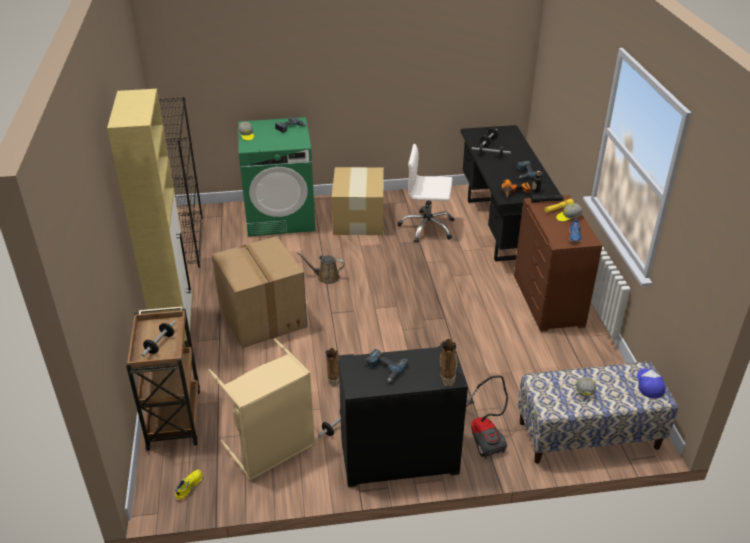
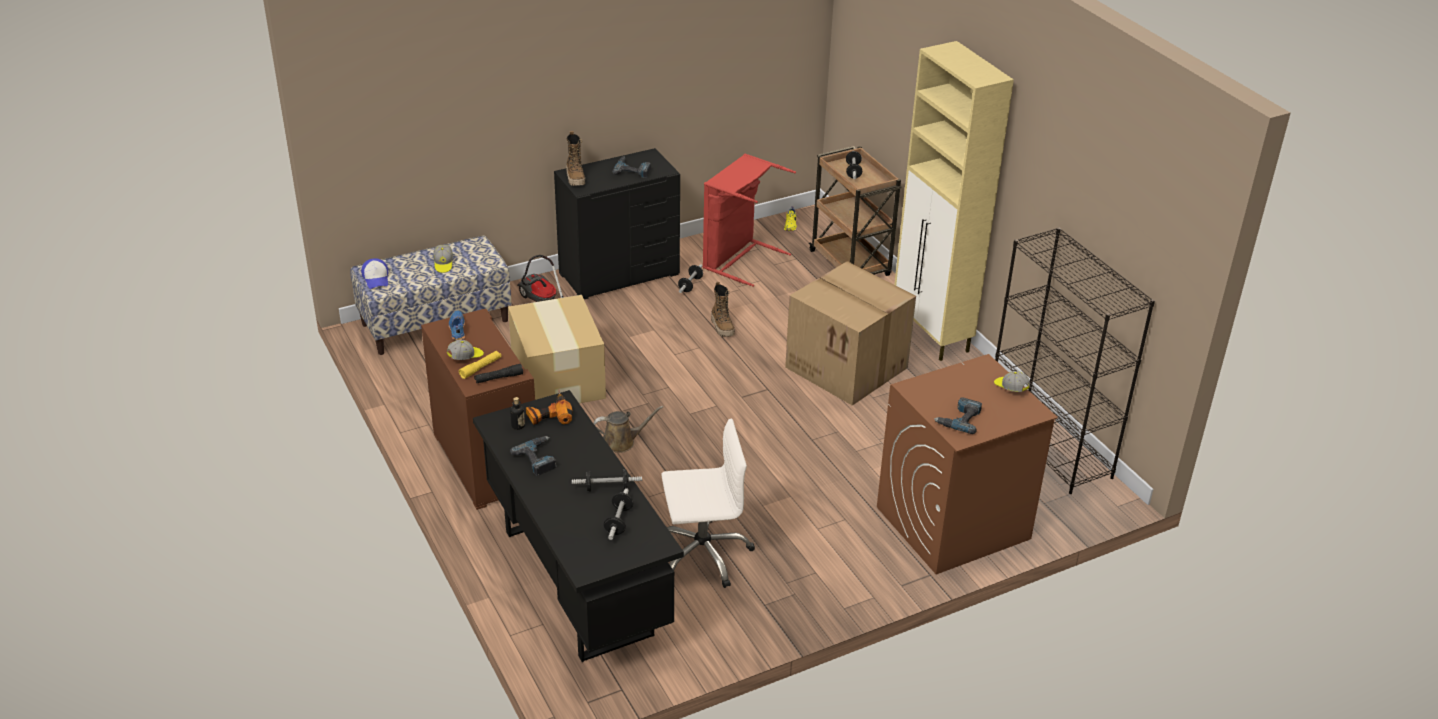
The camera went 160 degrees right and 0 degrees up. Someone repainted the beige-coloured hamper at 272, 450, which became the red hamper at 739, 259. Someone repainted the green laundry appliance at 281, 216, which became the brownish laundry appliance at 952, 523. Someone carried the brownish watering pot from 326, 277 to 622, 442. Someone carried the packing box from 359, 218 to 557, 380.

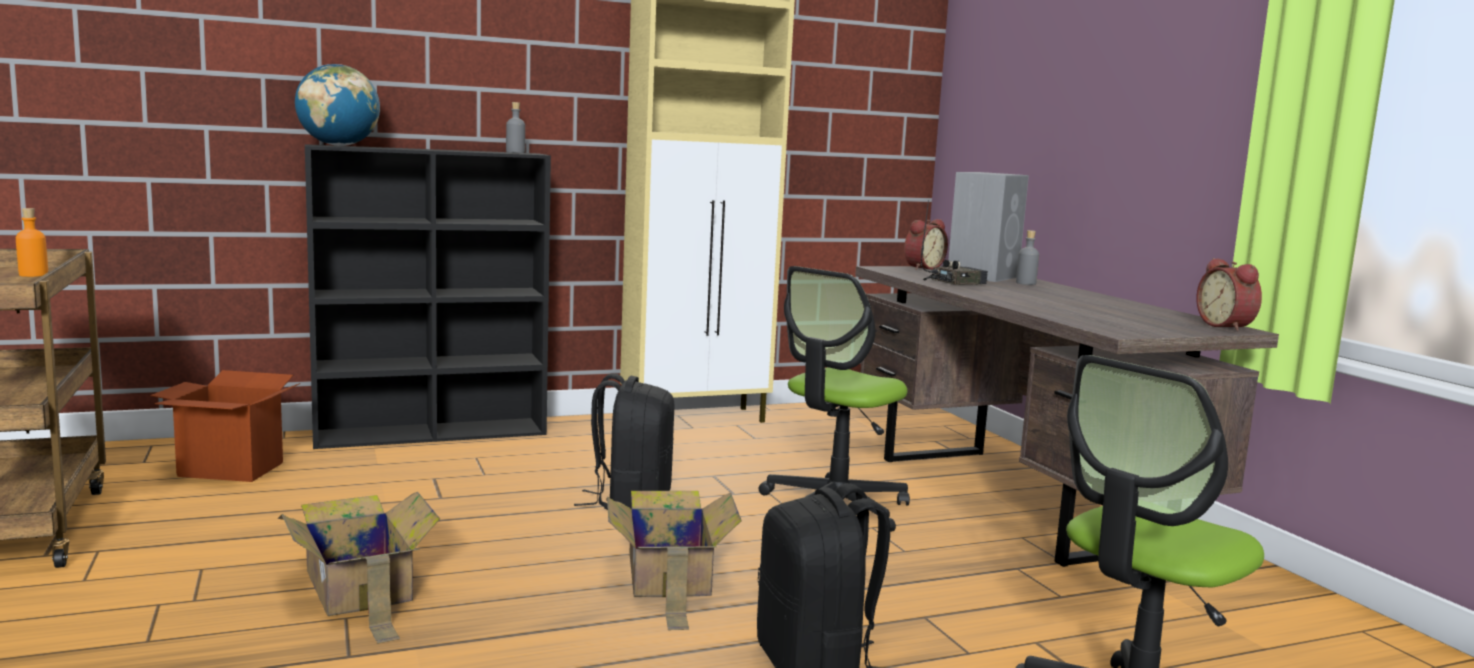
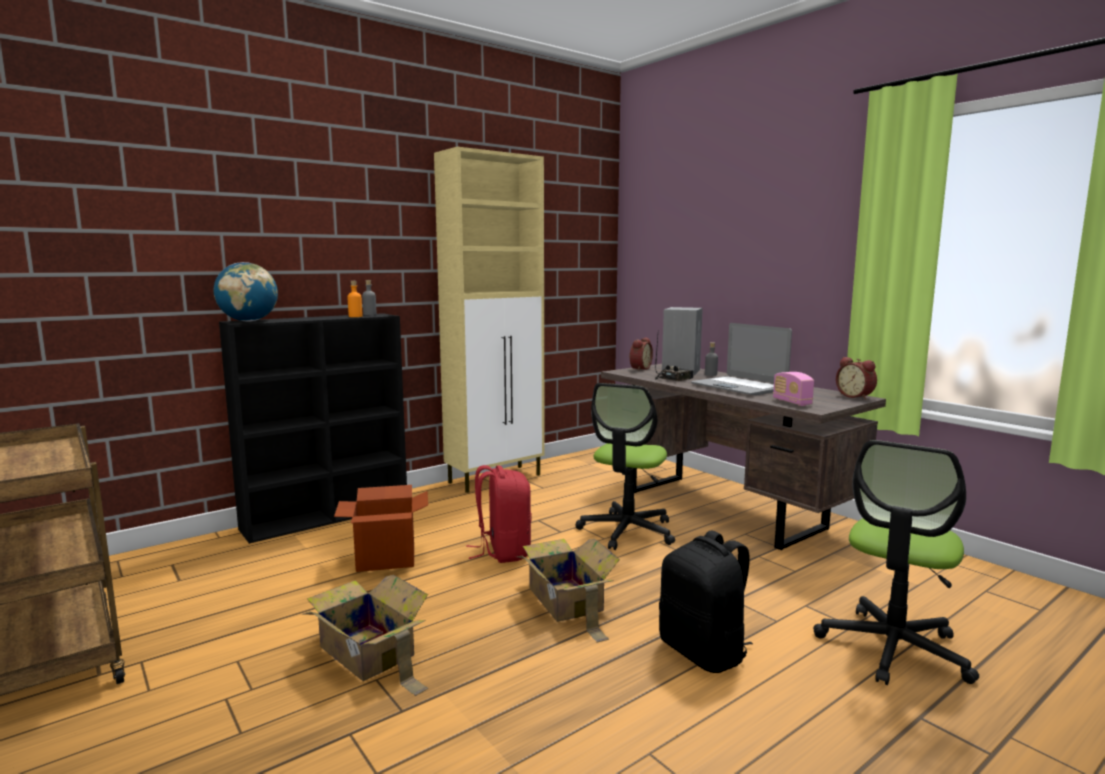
The camera went 15 degrees left and 0 degrees up. Someone carried the orange-coloured drink bottle from 33, 275 to 355, 316. Someone carried the packing box from 230, 469 to 385, 559. Someone repainted the blackish backpack at 630, 505, which became the red backpack at 503, 551. Someone put down the notebook computer at 739, 387. Someone put down the radio receiver at 792, 402.

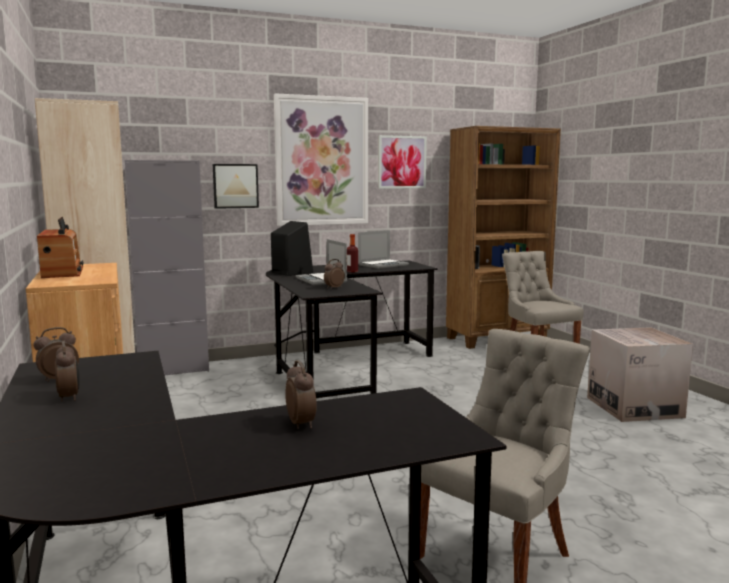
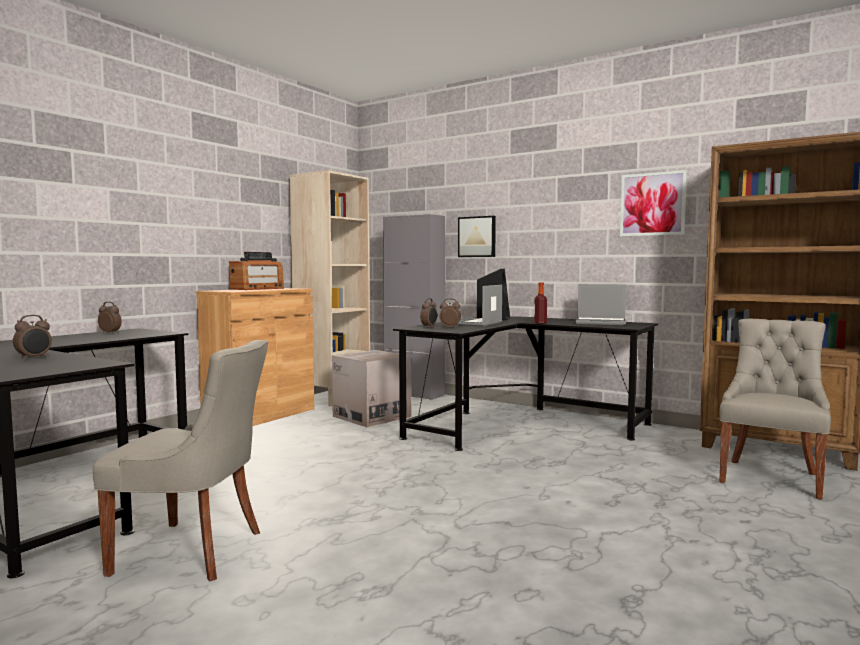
The camera went 55 degrees right and 5 degrees down. Someone carried the alarm clock from 69, 397 to 429, 327. Someone took away the picture at 322, 161. Someone carried the packing box from 634, 407 to 371, 416.

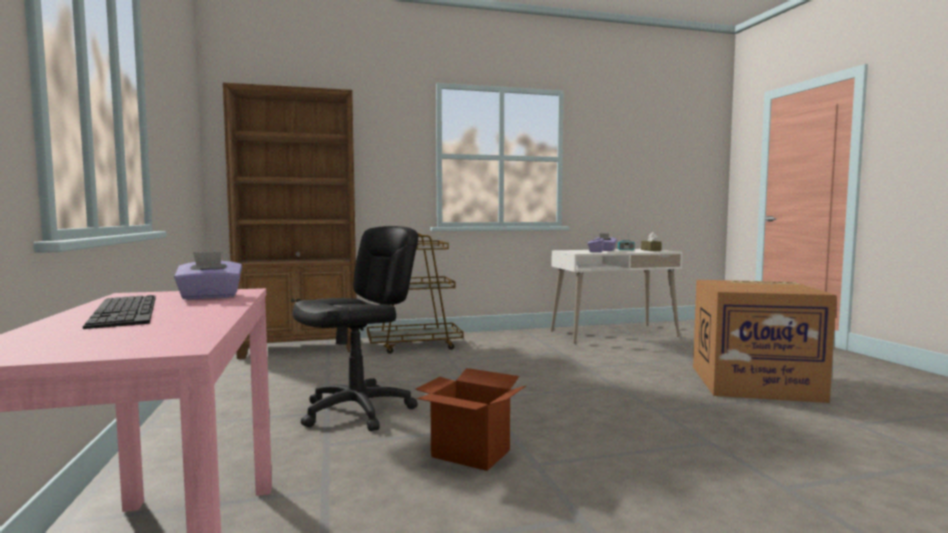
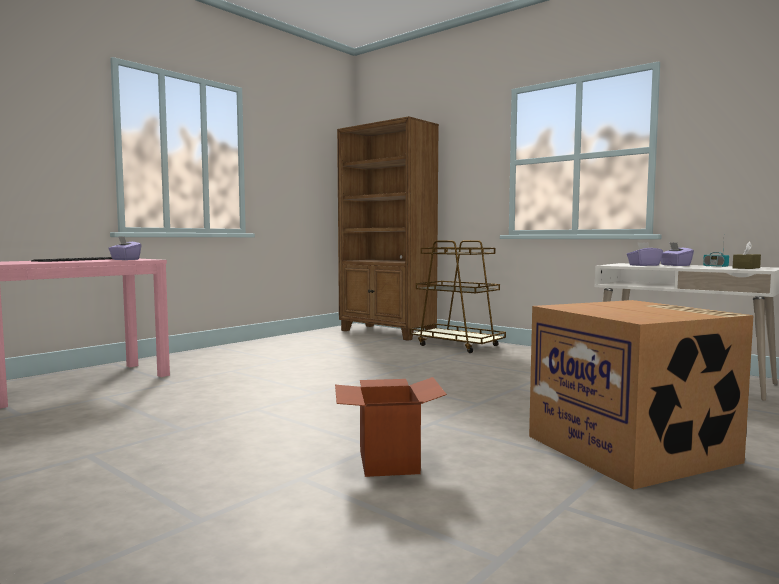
The camera went 55 degrees right and 0 degrees up. Someone took away the blackish desk chair at 357, 411. Someone carried the packing box from 470, 454 to 388, 461.

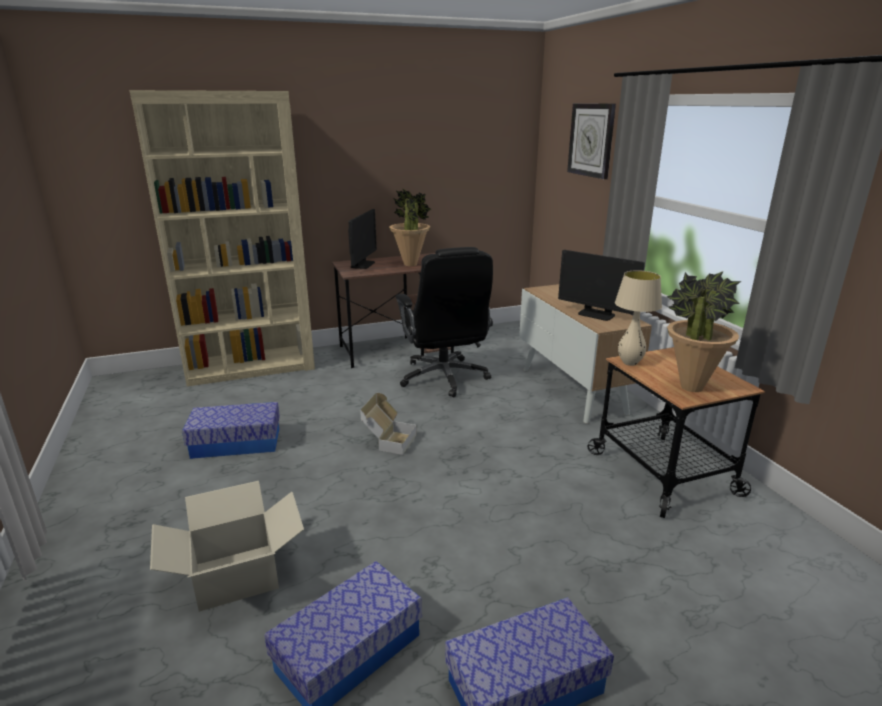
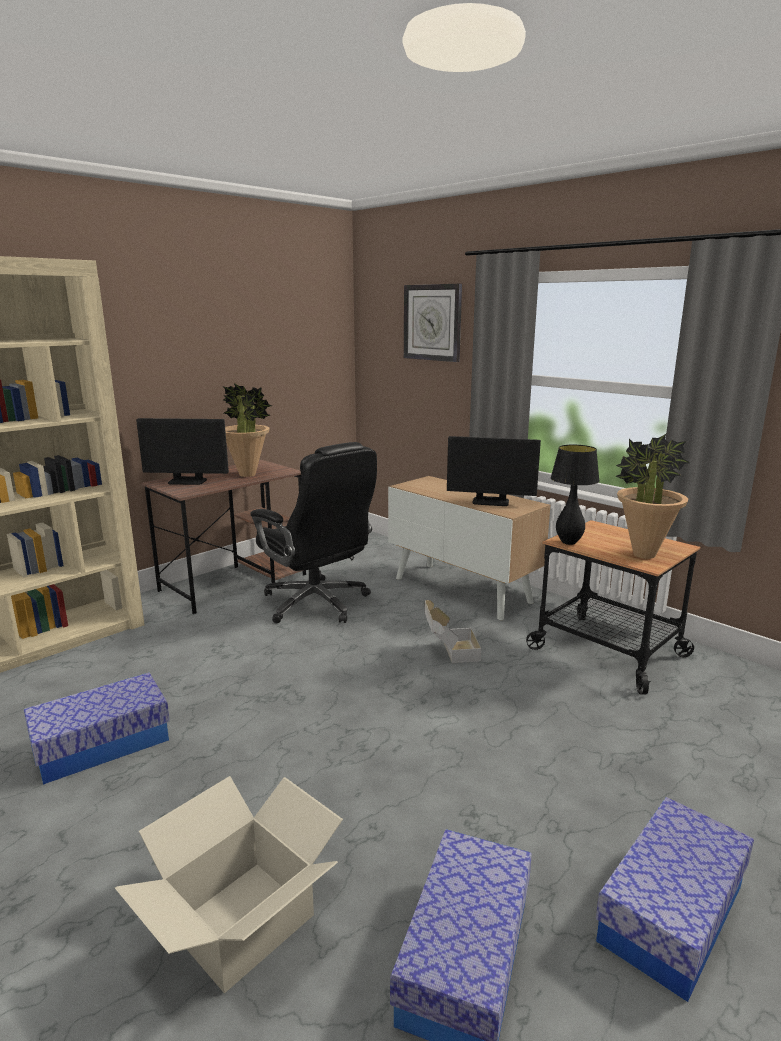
The camera went 25 degrees left and 5 degrees down. Someone rotated the computer display at 362, 265 by 105 degrees clockwise. Someone carried the packing box from 388, 441 to 449, 652. Someone repainted the beige-coloured table lamp at 629, 363, which became the blackish table lamp at 568, 542.

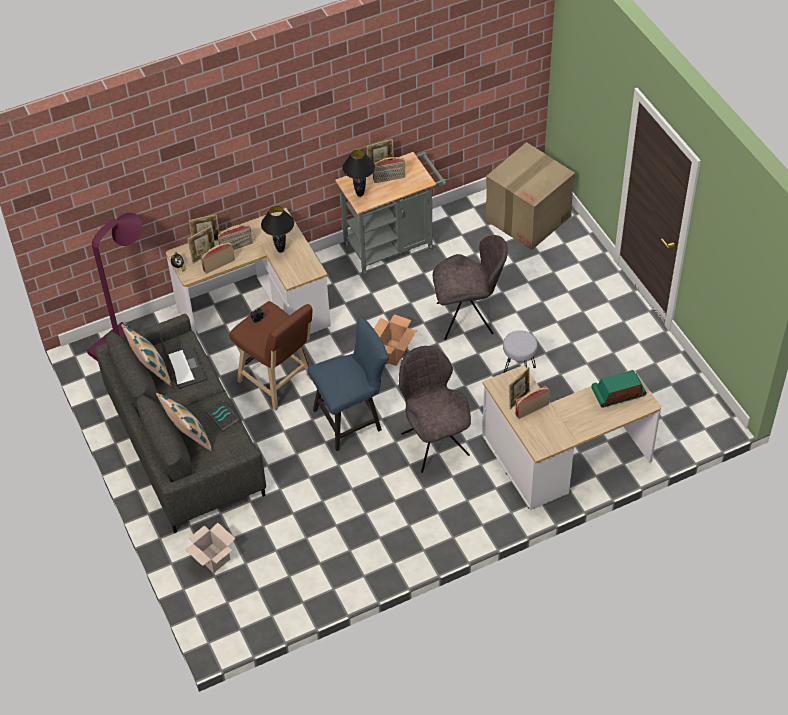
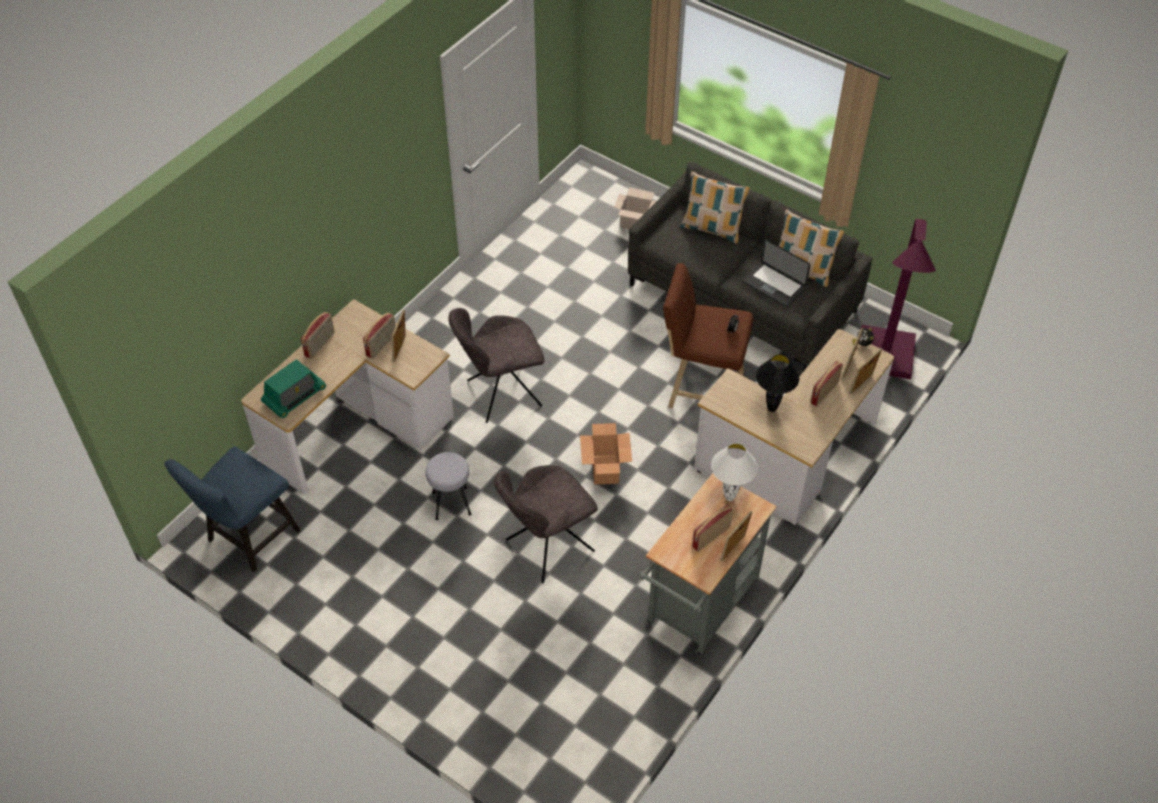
The camera went 150 degrees right and 0 degrees up. Someone carried the radio receiver from 218, 265 to 320, 345. Someone took away the bound book at 223, 417. Someone carried the blue plain chair from 352, 419 to 248, 539. Someone repainted the blackish table lamp at 360, 194, which became the whitish table lamp at 729, 498. Someone rotated the greyish plain chair at 434, 442 by 120 degrees clockwise. Someone took away the packing box at 528, 217.

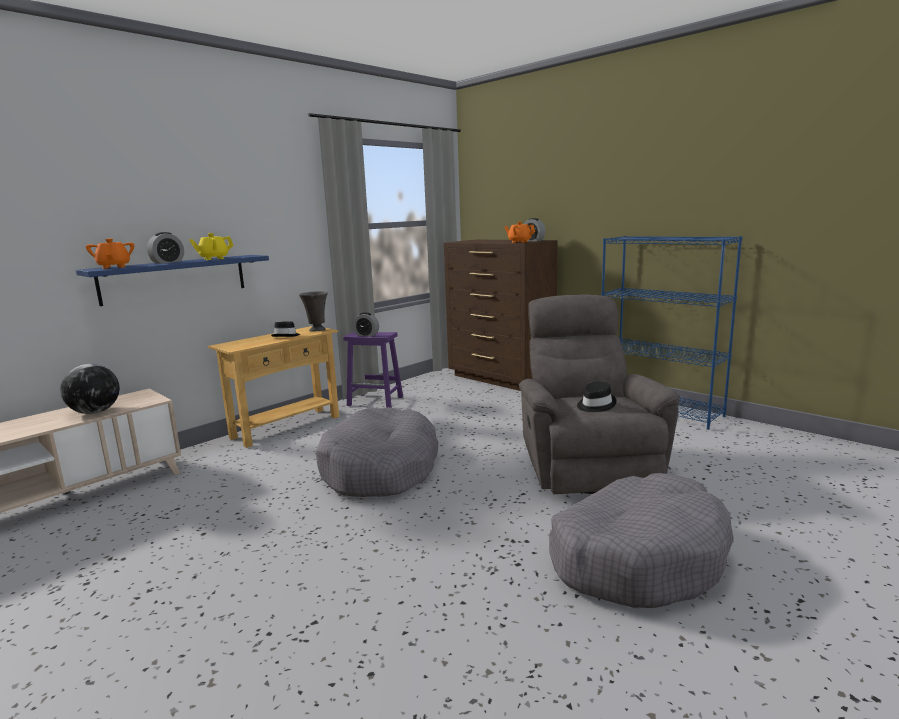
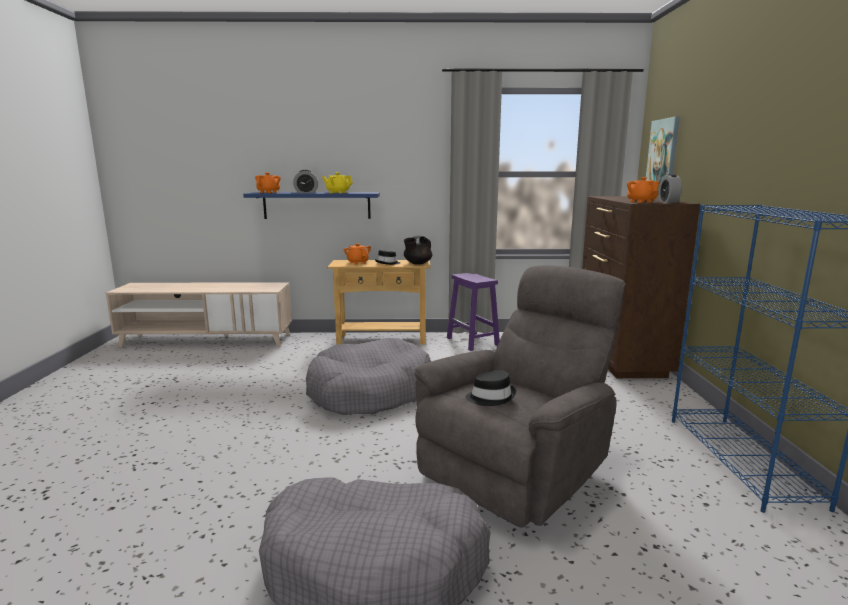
The camera went 45 degrees right and 0 degrees up. Someone took away the world globe at 95, 412. Someone swapped the greyish vase at 316, 330 for the blackish tea pot at 417, 263. Someone took away the alarm clock at 366, 335. Someone put down the orange-coloured tea pot at 358, 262. Someone put up the picture at 663, 152.

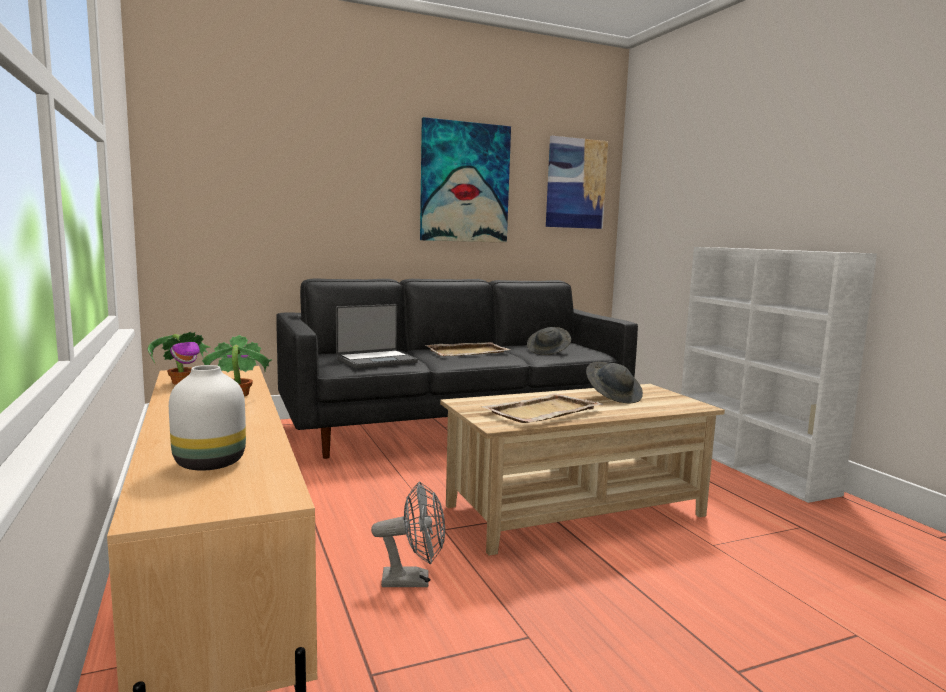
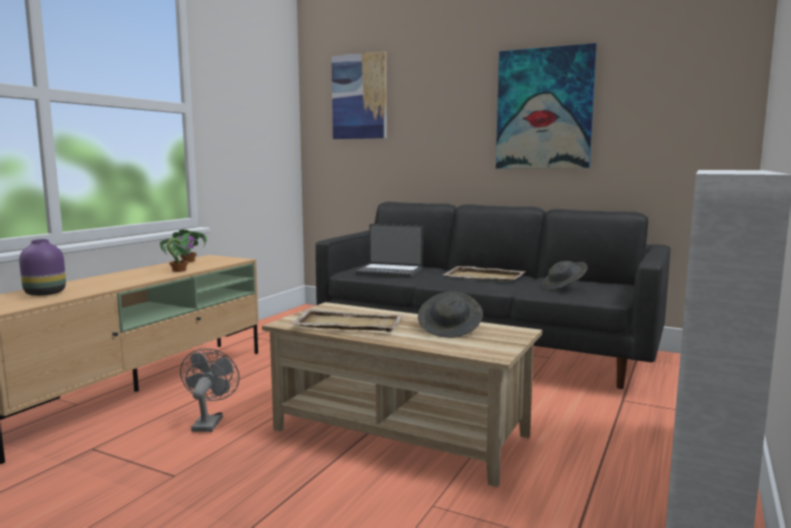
The camera went 50 degrees right and 0 degrees up. Someone repainted the whitish vase at 209, 463, which became the purplish vase at 46, 293. Someone rotated the greyish fan at 414, 580 by 135 degrees counterclockwise. Someone carried the picture from 576, 183 to 359, 96.

